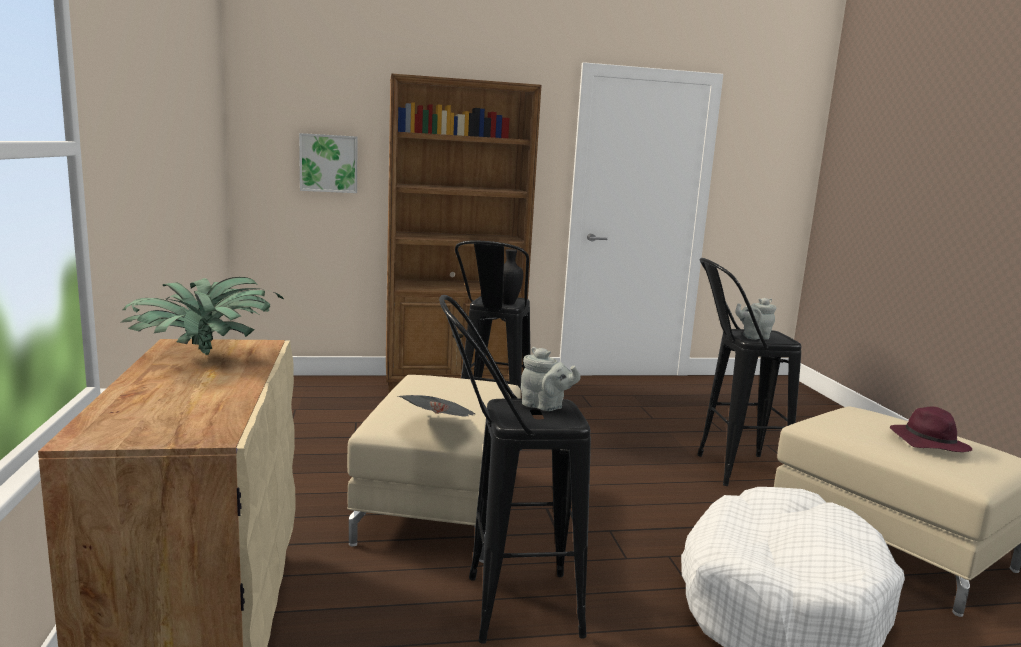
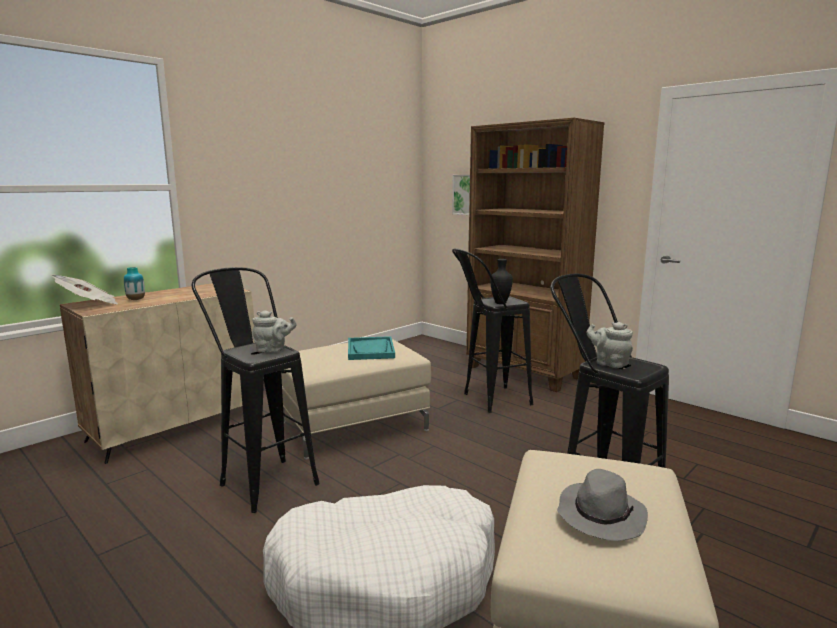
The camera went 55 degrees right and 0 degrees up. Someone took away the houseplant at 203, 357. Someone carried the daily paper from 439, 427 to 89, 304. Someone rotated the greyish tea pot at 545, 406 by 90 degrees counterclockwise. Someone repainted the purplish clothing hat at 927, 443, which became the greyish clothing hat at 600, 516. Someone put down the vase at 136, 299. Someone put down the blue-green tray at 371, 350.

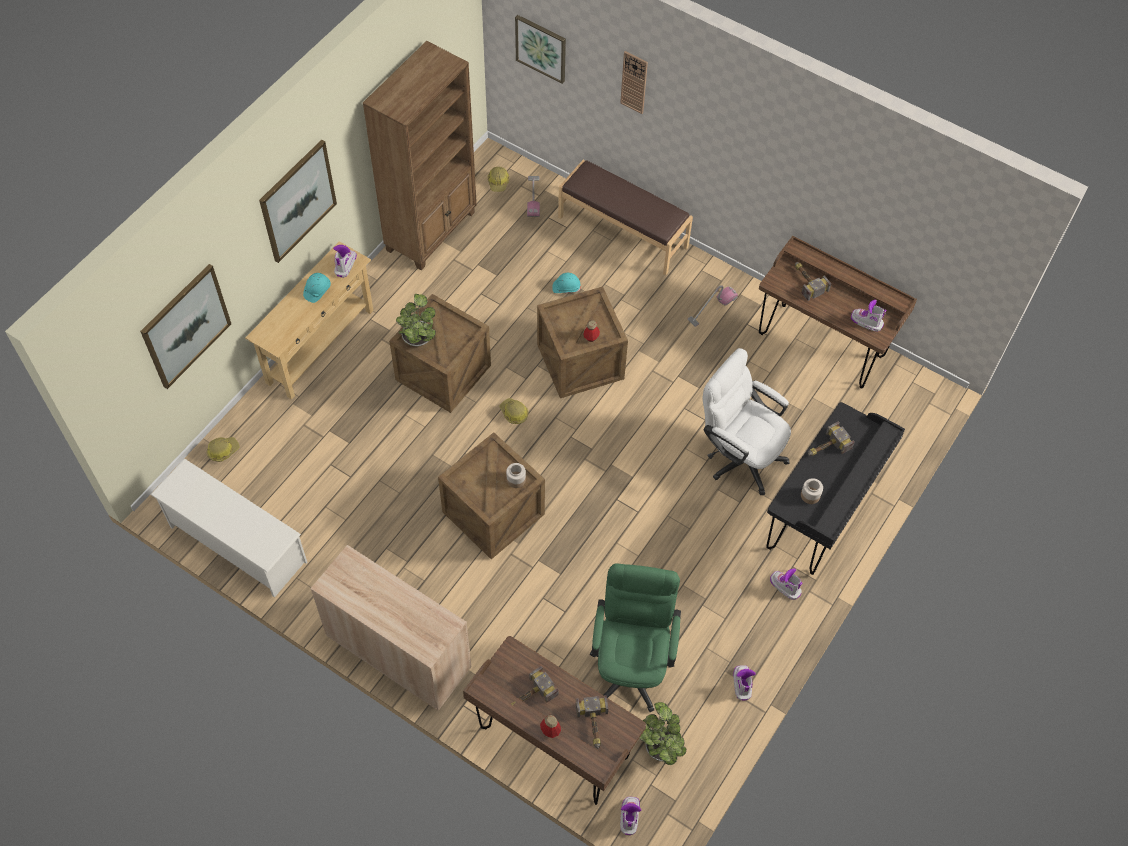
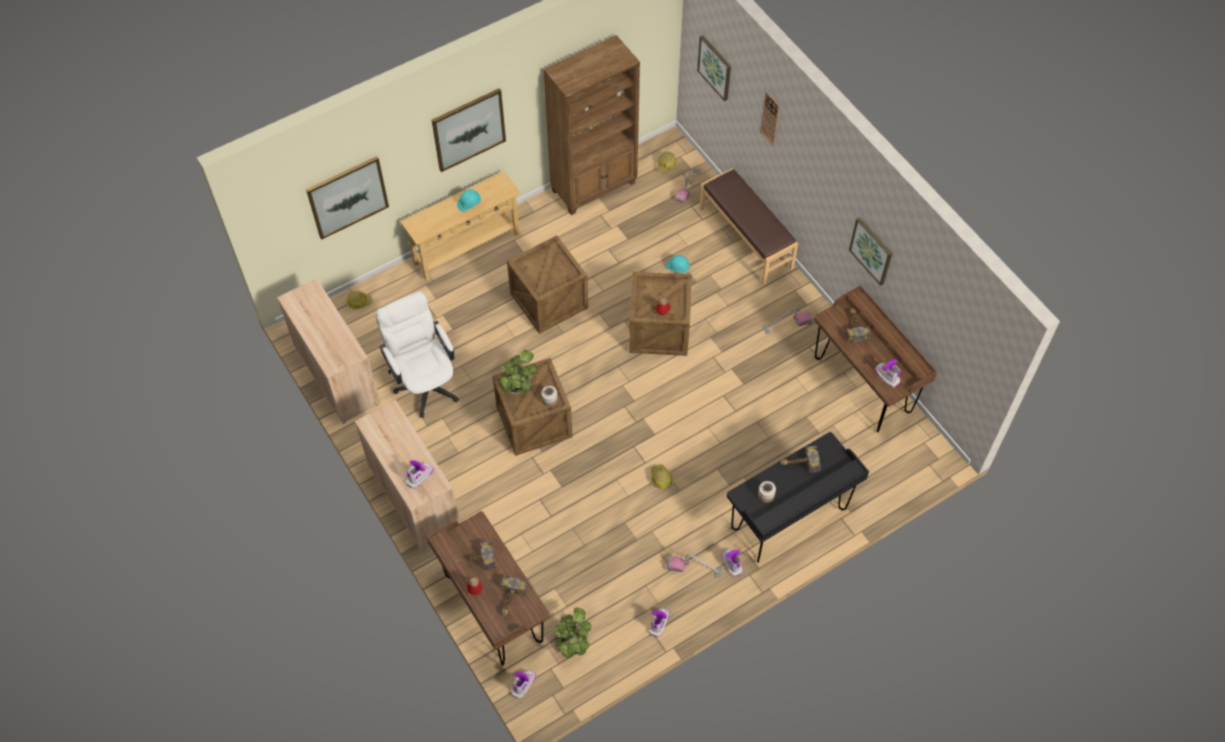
The camera went 25 degrees right and 0 degrees up. Someone swapped the whitish shoe rack at 237, 544 for the beige-coloured cupboard at 337, 374. Someone carried the boot from 345, 265 to 419, 476. Someone carried the houseplant from 418, 337 to 518, 385. Someone carried the hard hat from 514, 413 to 661, 478. Someone took away the green desk chair at 631, 663. Someone carried the whitish desk chair from 739, 455 to 424, 381. Someone put down the vacuum at 694, 568. Someone put up the picture at 871, 250.

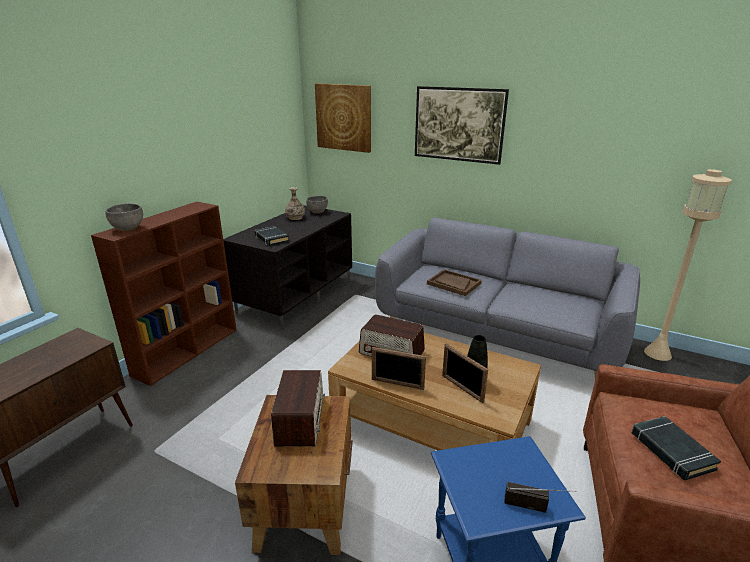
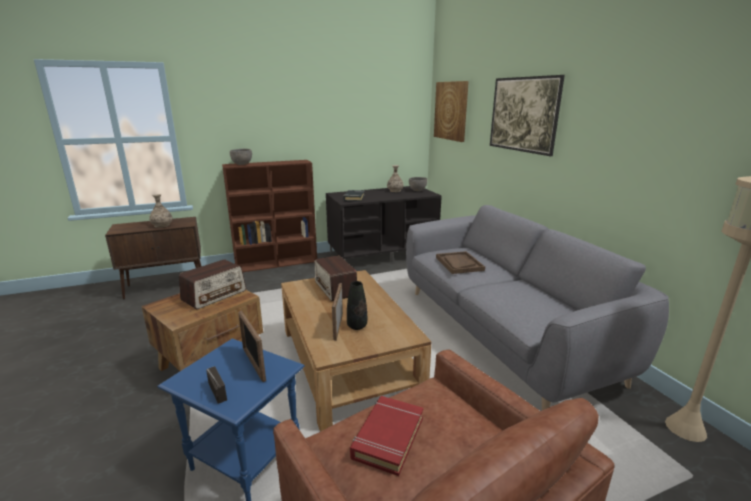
The camera went 40 degrees right and 5 degrees down. Someone carried the standing frame from 397, 384 to 253, 364. Someone repainted the blackish bound book at 671, 451, which became the red bound book at 387, 437. Someone put down the vase at 162, 225.

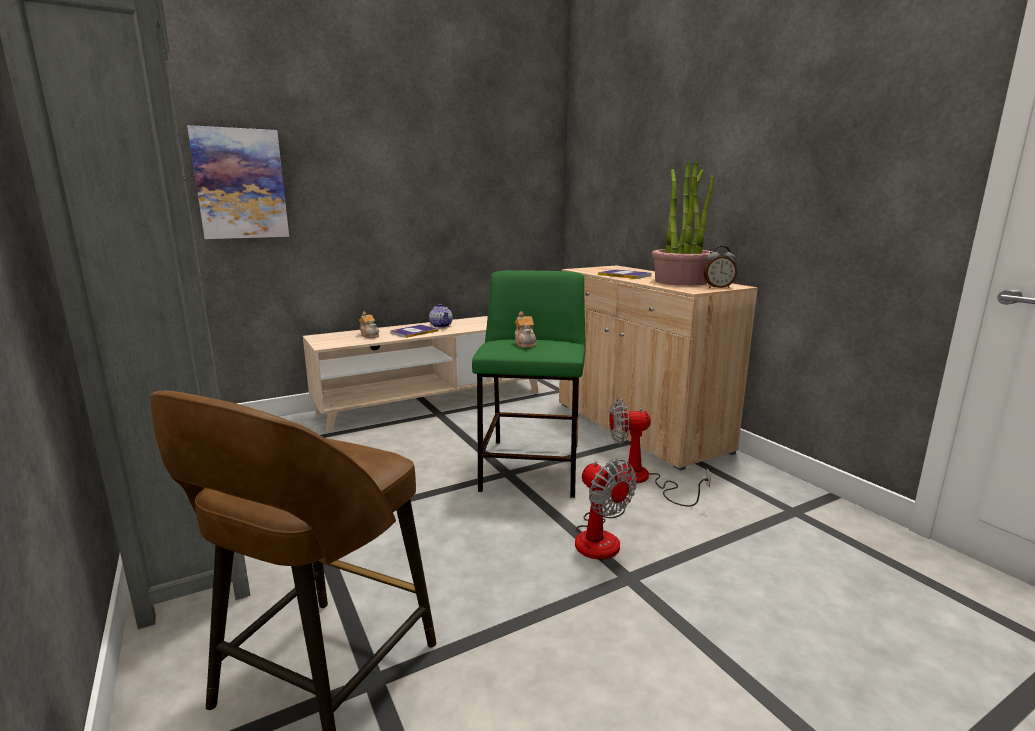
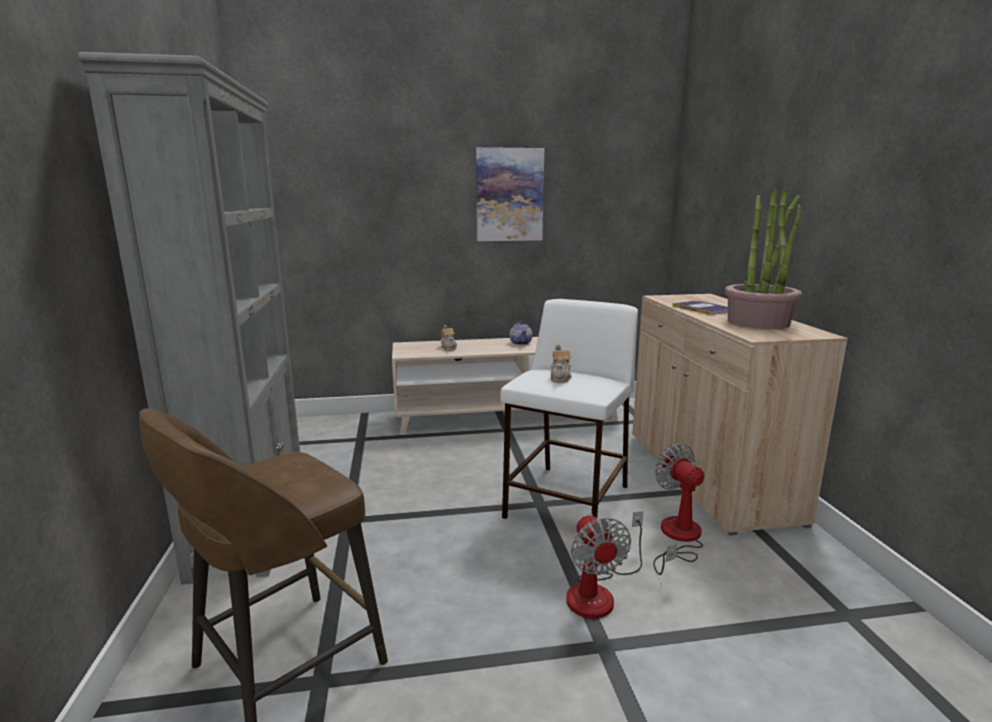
The camera went 20 degrees right and 0 degrees up. Someone carried the picture from 240, 184 to 509, 195. Someone took away the bound book at 414, 332. Someone repainted the green stool at 532, 467, which became the whitish stool at 567, 502. Someone rotated the fan at 641, 480 by 45 degrees clockwise. Someone took away the alarm clock at 718, 287.

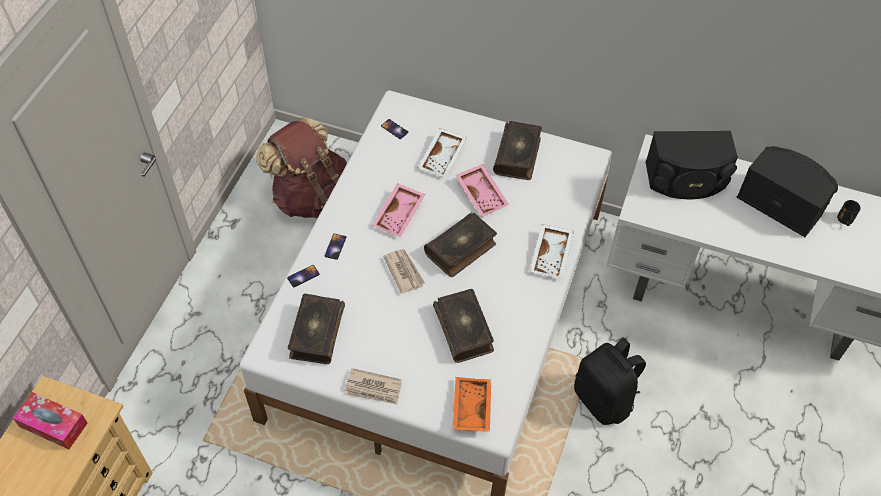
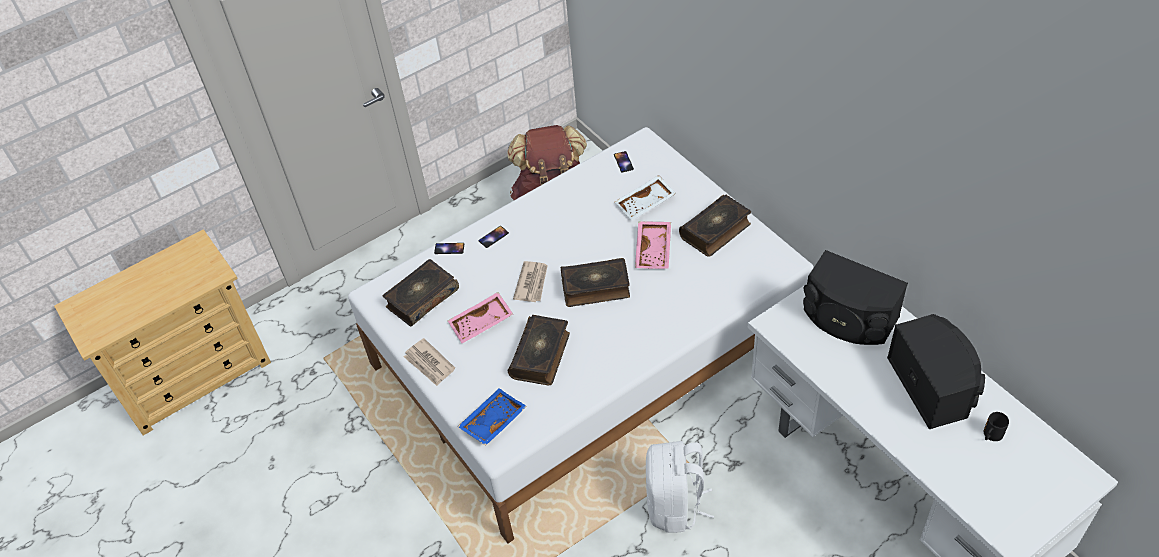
The camera went 40 degrees right and 5 degrees down. Someone took away the tissue box at 53, 425. Someone carried the pink-coloured tray from 400, 215 to 482, 323. Someone repainted the orange-coloured tray at 470, 408, which became the blue tray at 492, 421. Someone took away the whitish tray at 552, 256. Someone repainted the blackish backpack at 604, 399, which became the whitish backpack at 675, 506.

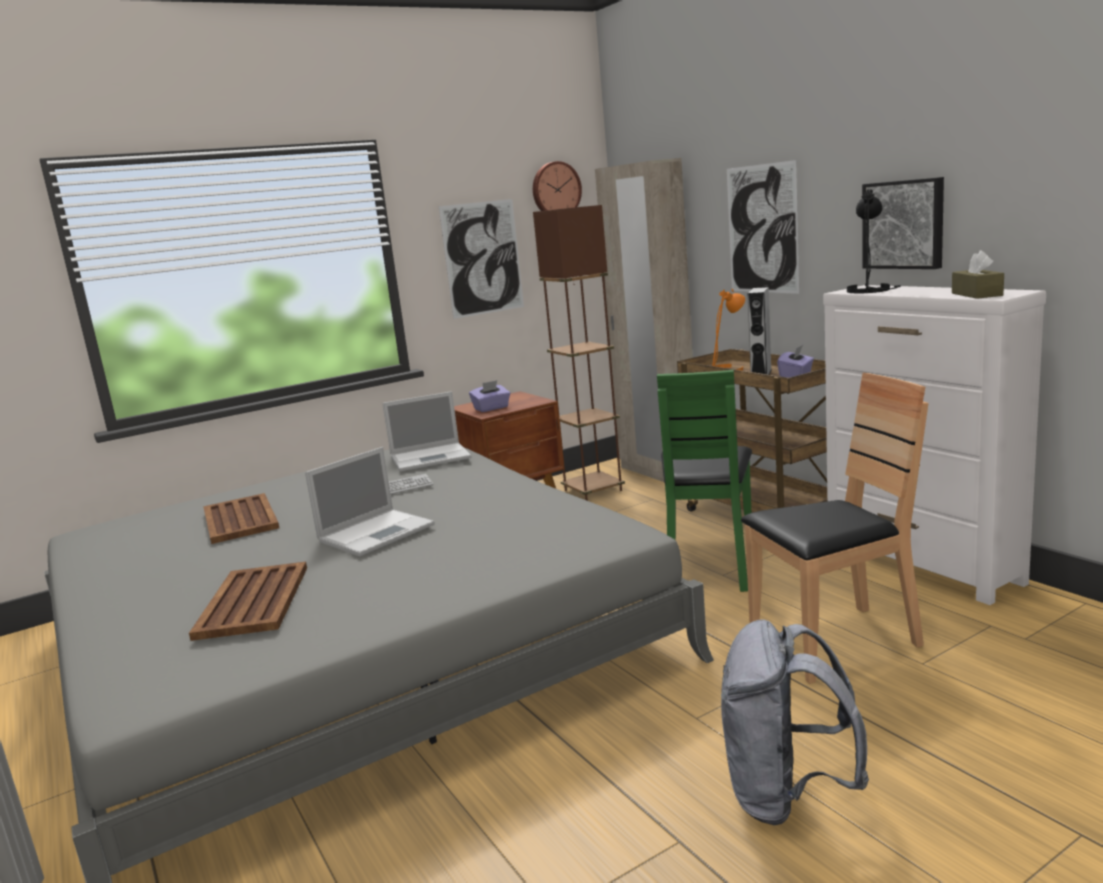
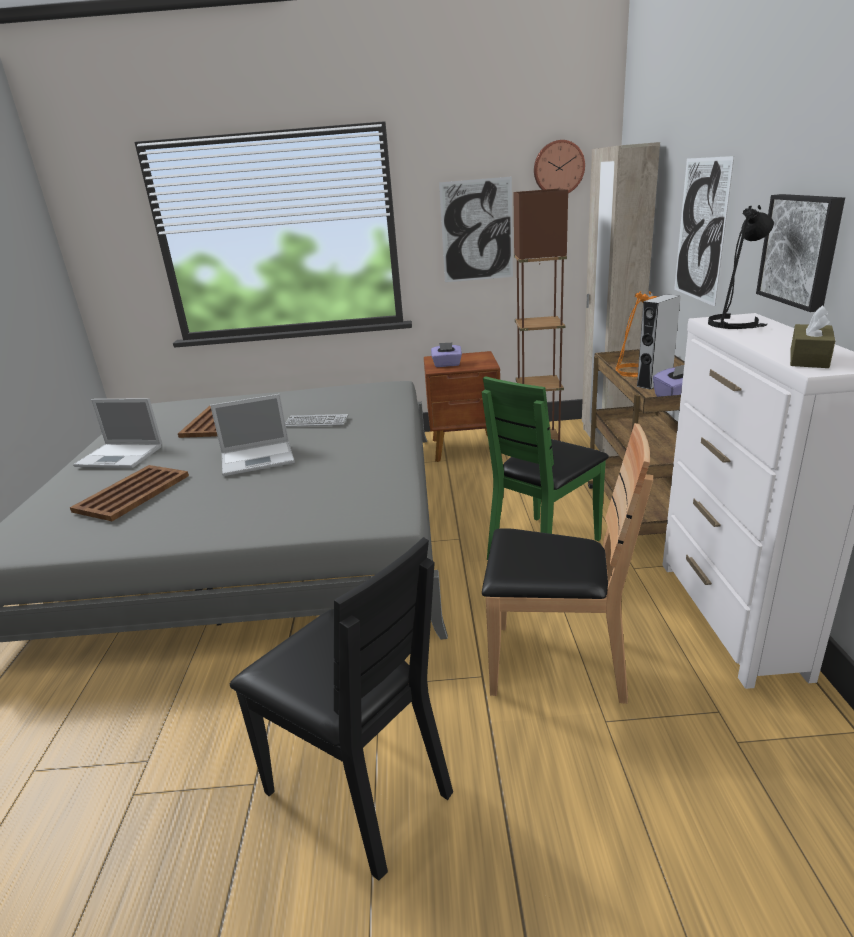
The camera went 30 degrees right and 10 degrees up. Someone carried the notebook computer from 432, 457 to 121, 456. Someone swapped the greyish backpack at 786, 795 for the blackish plain chair at 358, 788.

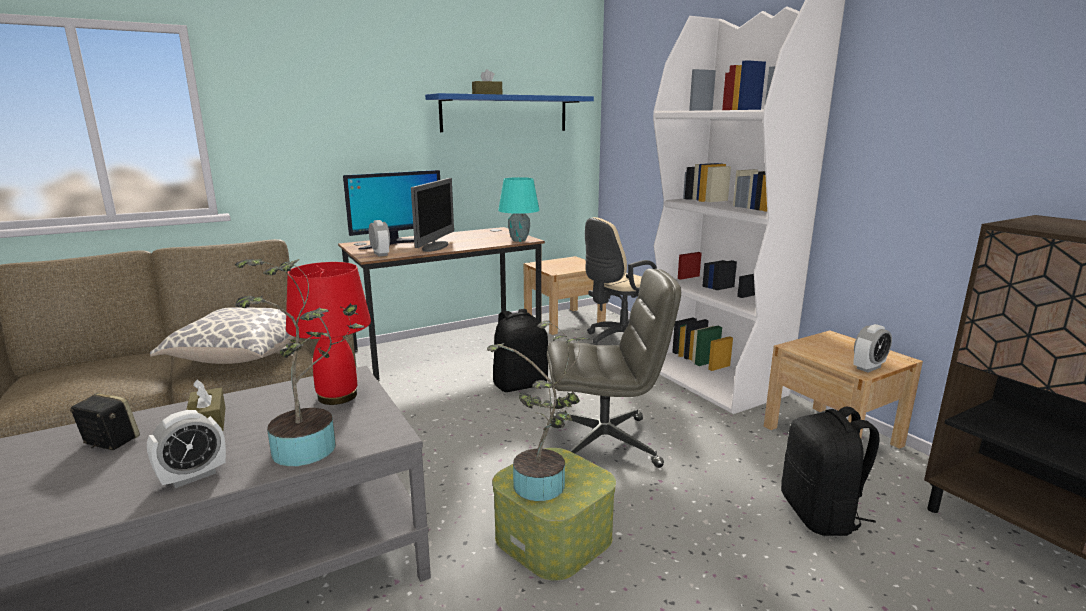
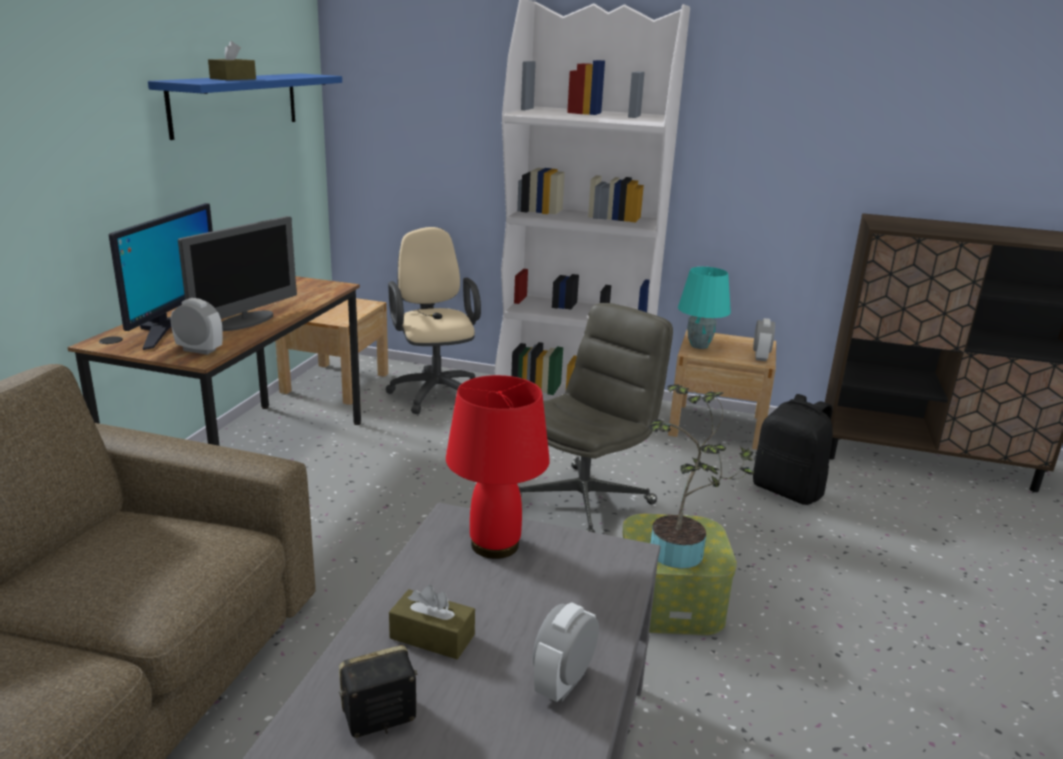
The camera went 45 degrees left and 5 degrees up. Someone rotated the alarm clock at 193, 476 by 150 degrees counterclockwise. Someone took away the throw pillow at 240, 356. Someone took away the houseplant at 312, 447. Someone rotated the computer display at 435, 247 by 60 degrees clockwise. Someone took away the blackish backpack at 520, 384. Someone carried the blue-green table lamp from 518, 240 to 699, 346. Someone rotated the beige-coloured desk chair at 618, 342 by 150 degrees clockwise.

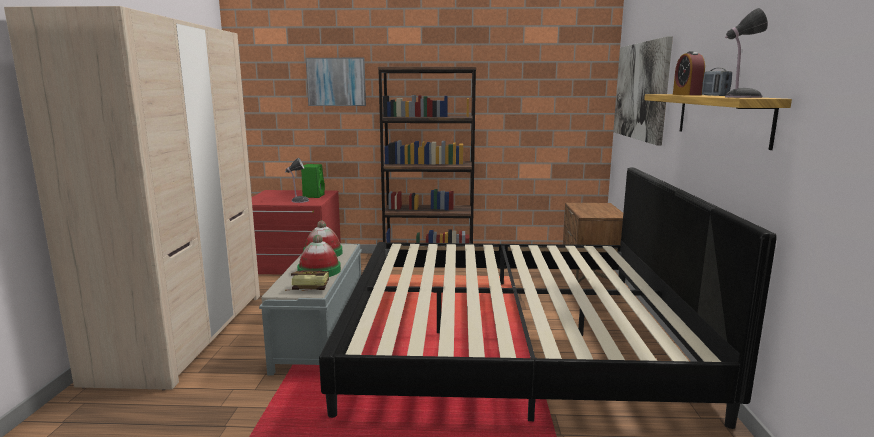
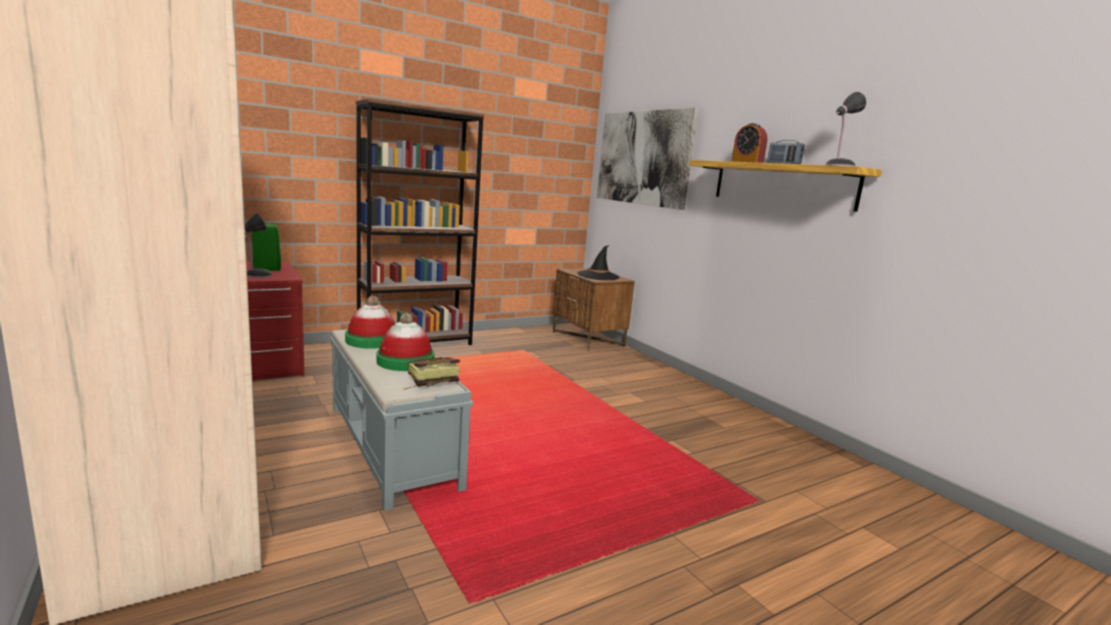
The camera went 35 degrees left and 0 degrees up. Someone took away the picture at 336, 82. Someone took away the sleeping bed at 512, 337. Someone put down the blackish clothing hat at 598, 276.

